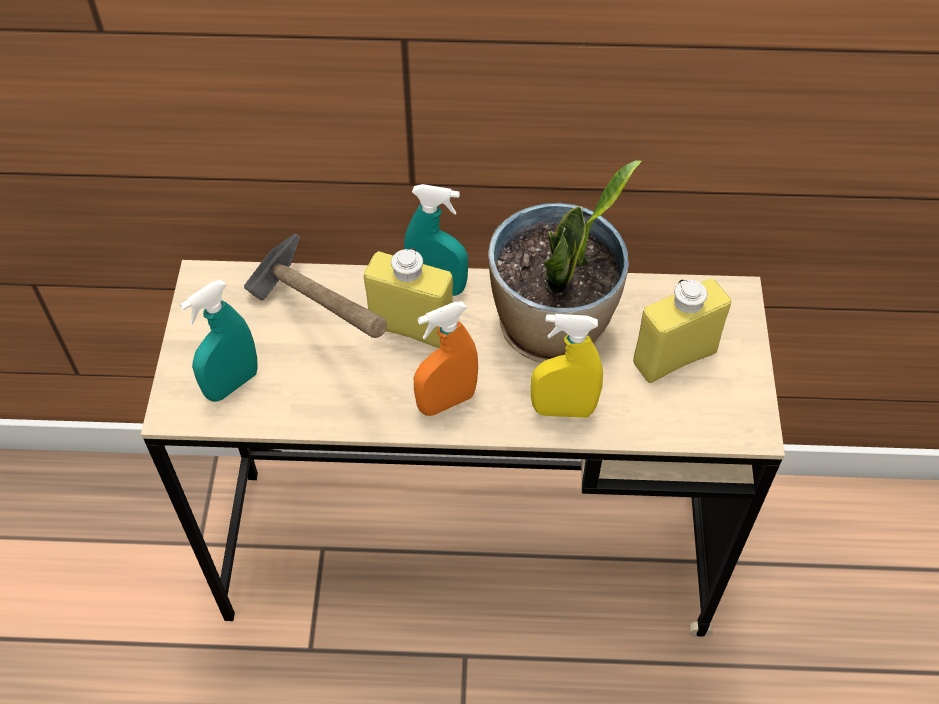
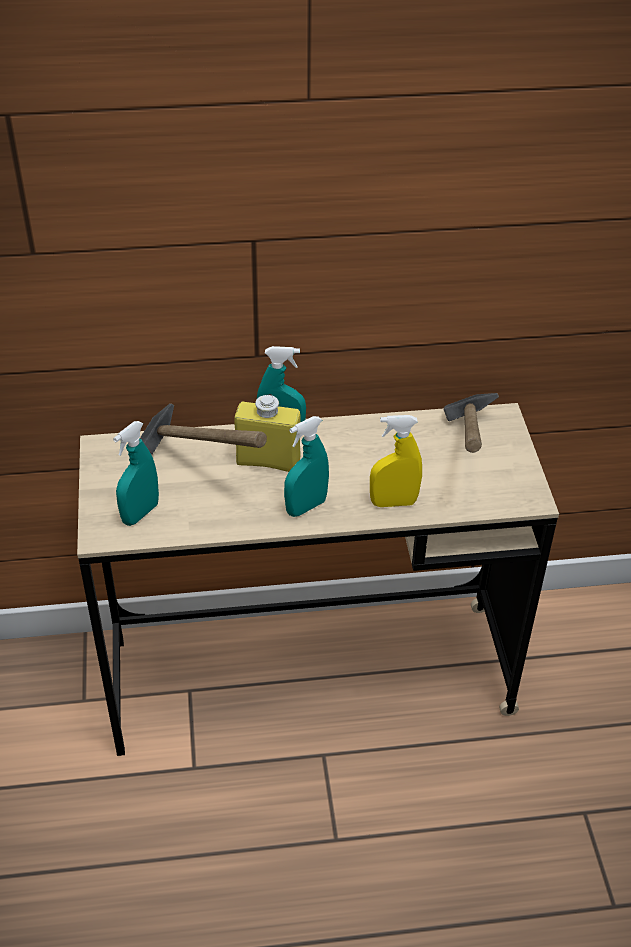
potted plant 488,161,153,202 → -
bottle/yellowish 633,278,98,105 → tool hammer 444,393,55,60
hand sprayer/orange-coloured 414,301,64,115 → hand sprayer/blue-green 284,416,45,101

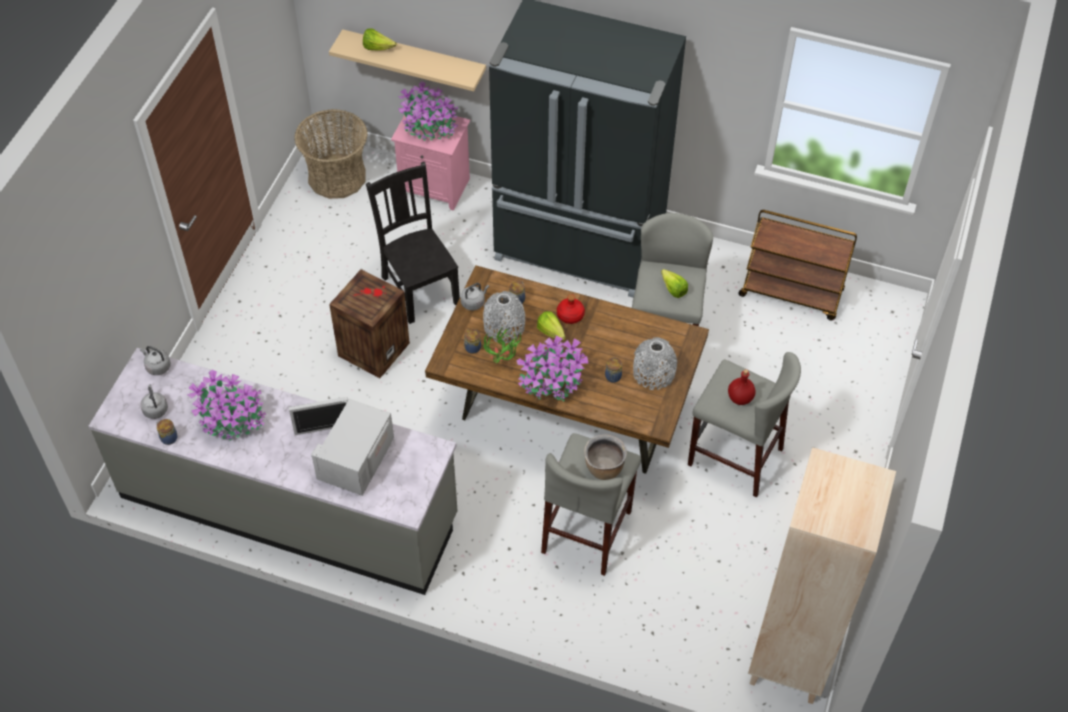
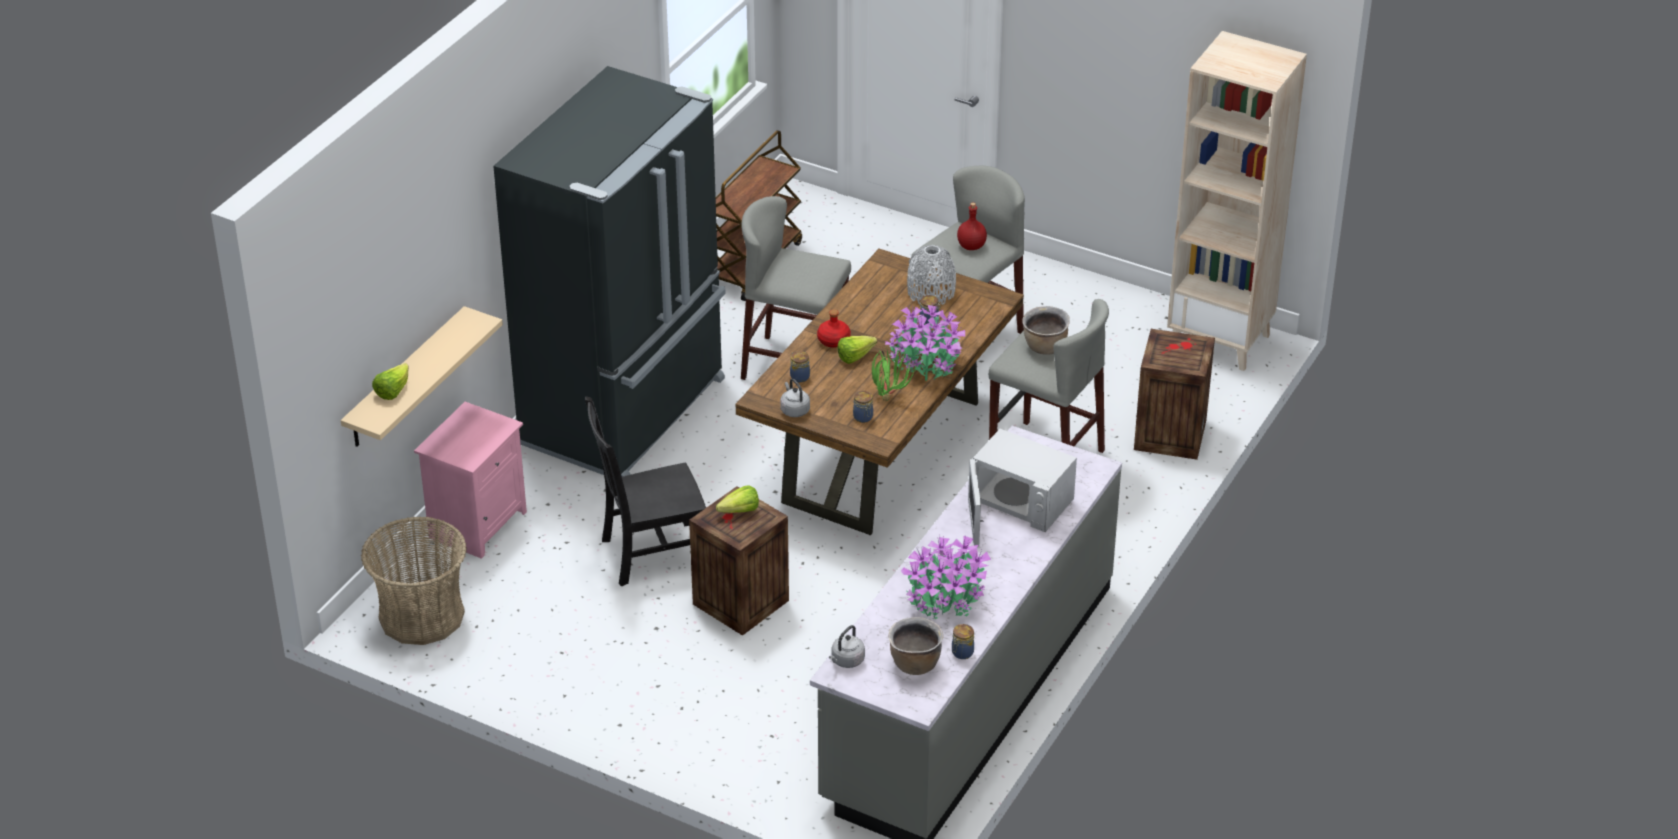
potted plant 398,81,60,60 → -
lettuce head 661,269,27,29 → lettuce head 716,485,43,28, moved
vase/gray 483,291,42,52 → -
water kettle/gray 140,384,28,35 → saucepot/brown-coloured 888,617,55,58
- → shipping crate 1134,329,81,131

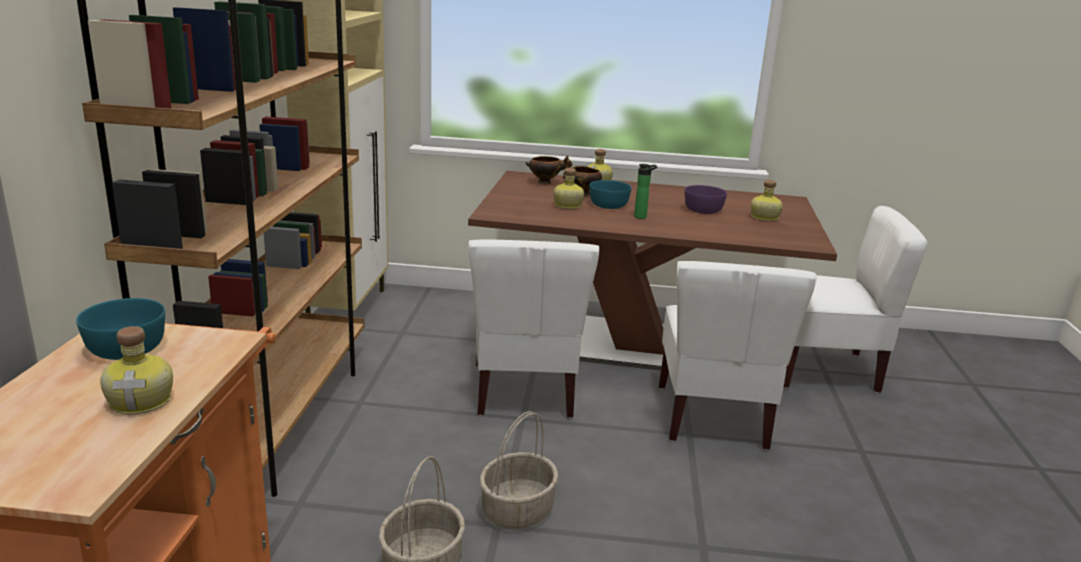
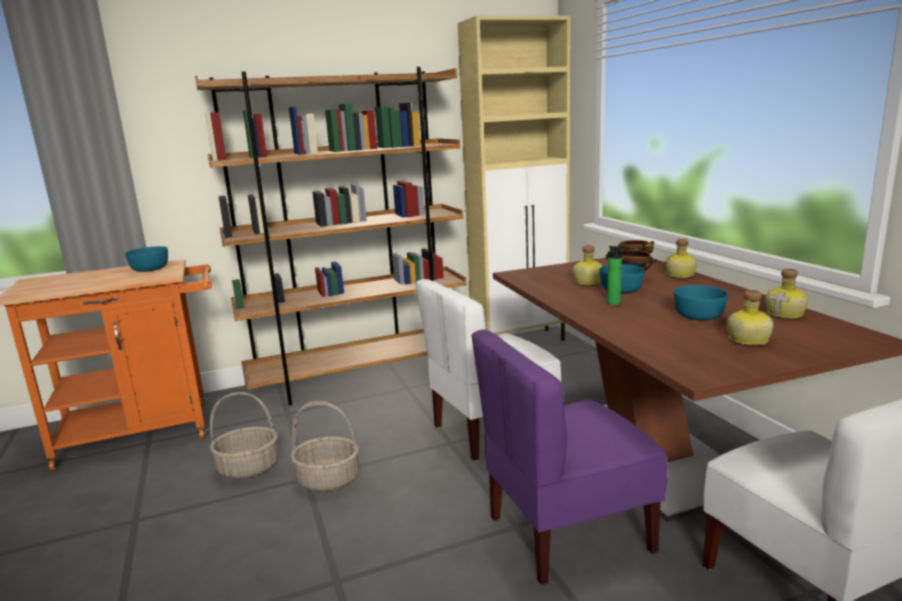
bowl/purplish 685,185,42,29 → bowl/blue-green 673,285,55,35
plain chair/whitish 659,261,158,189 → plain chair/purplish 472,330,195,255
bottle 100,326,73,89 → bottle 766,269,42,49, moved

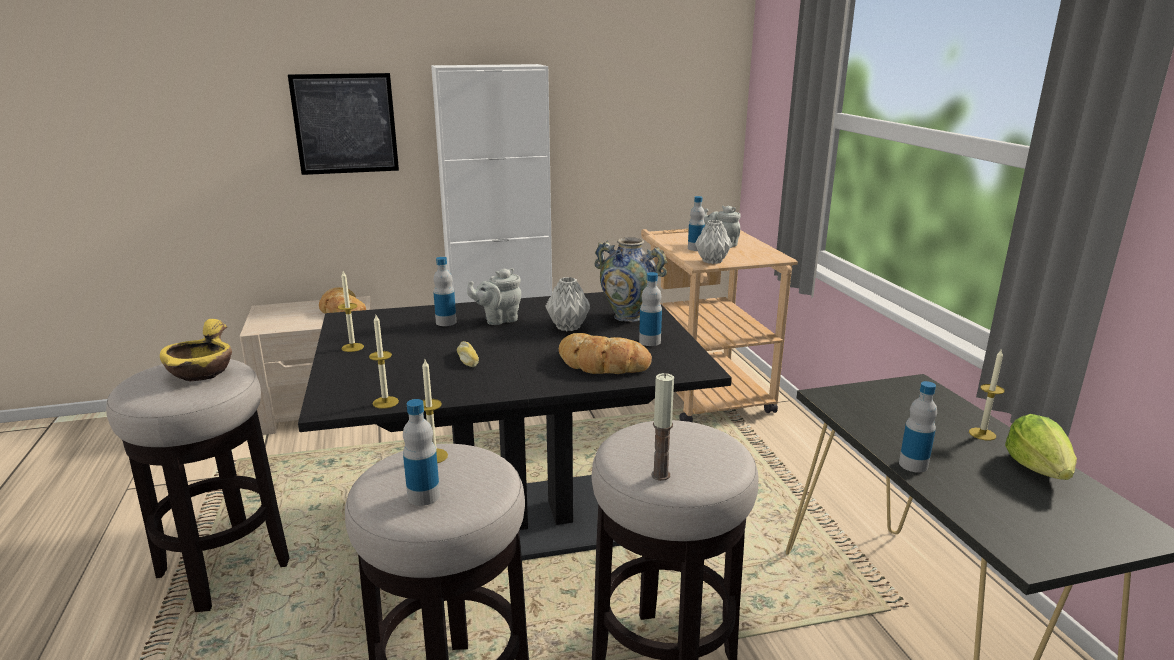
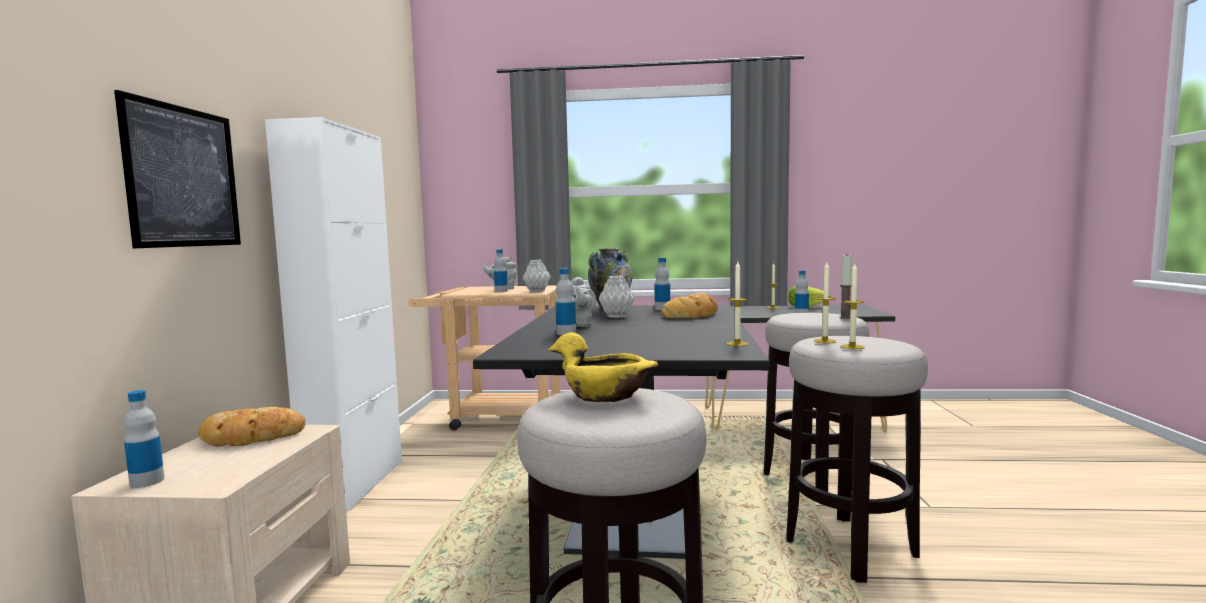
wax light 338,271,26,81 → wax light 840,264,25,85, moved
bakery bread 457,341,22,26 → -
bottle 403,399,37,107 → bottle 124,390,41,98, moved

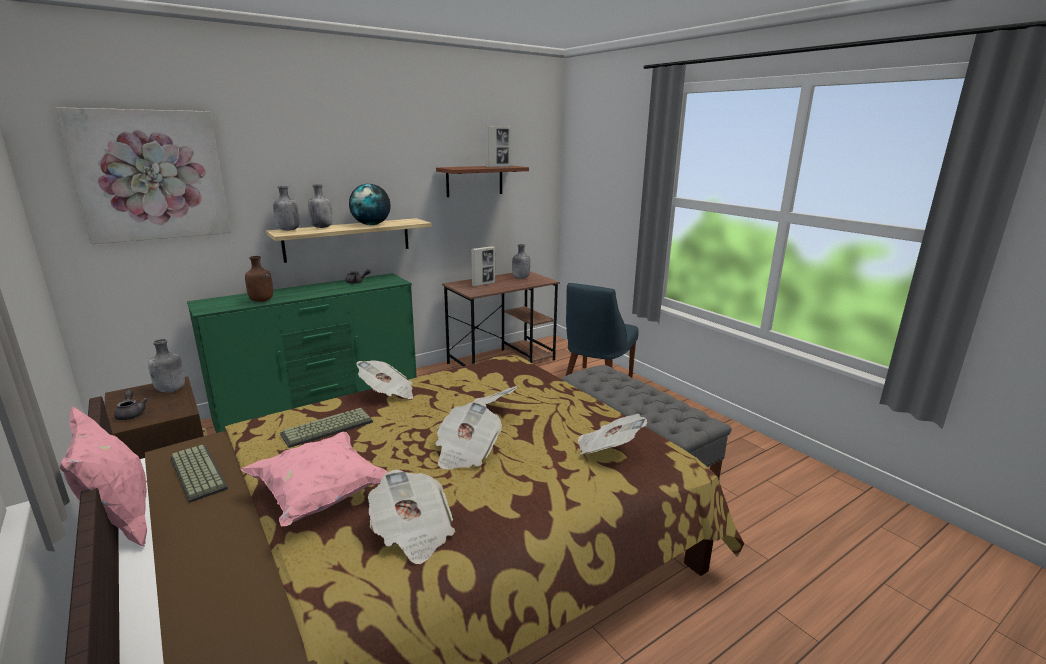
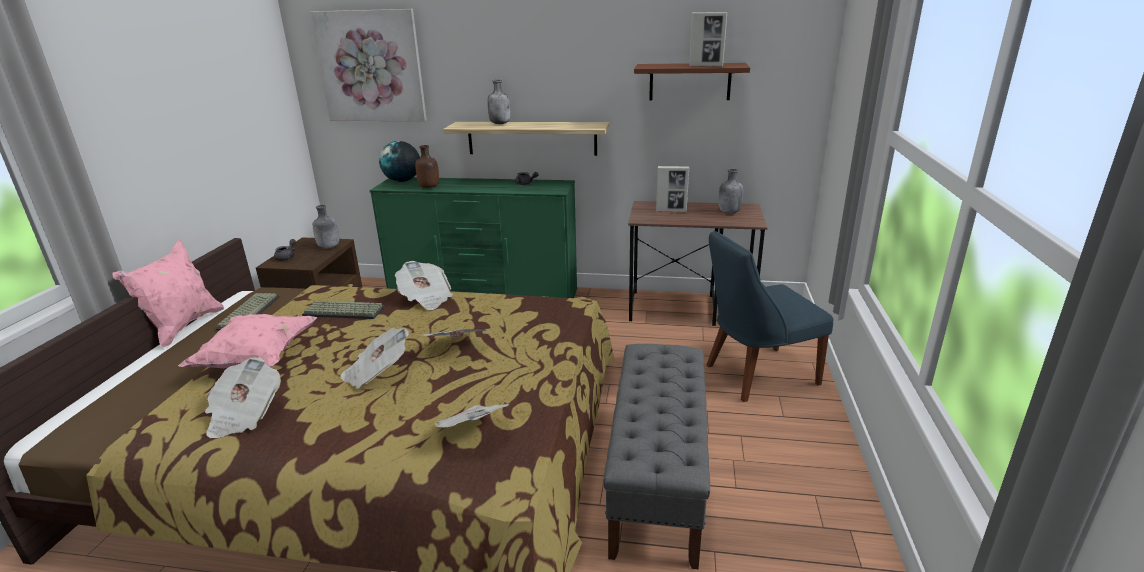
globe 349,184,42,41 → globe 379,141,41,41, moved
bottle/gray 273,186,27,45 → -

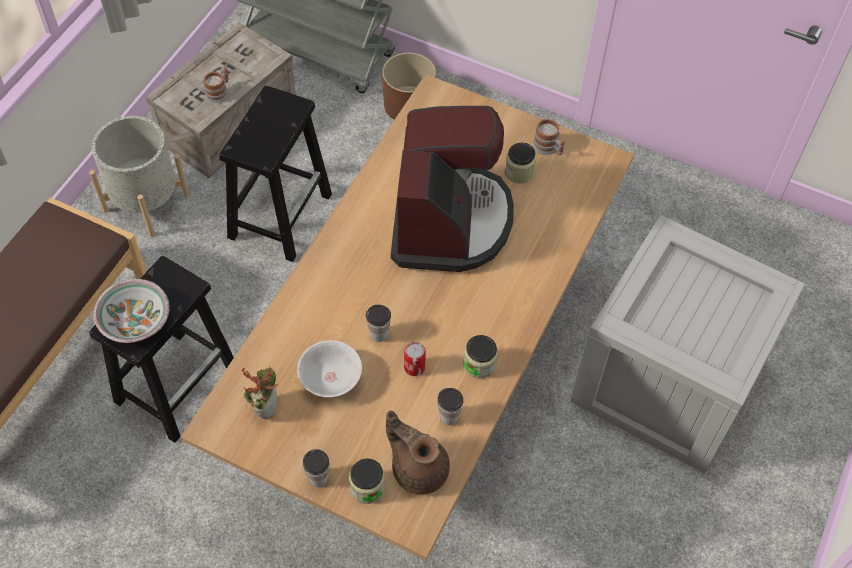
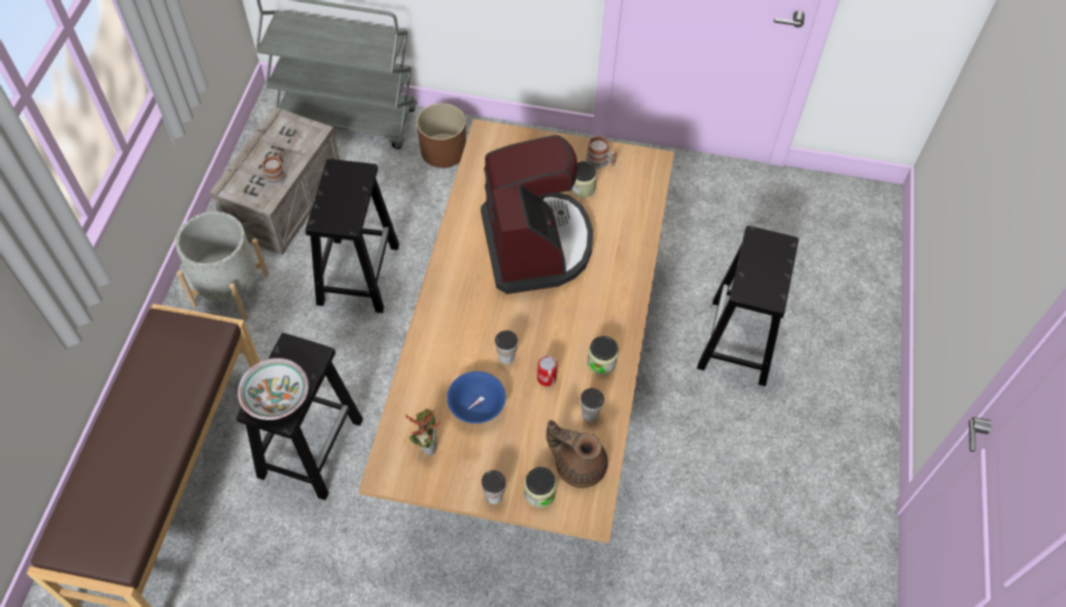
shipping crate 570,215,235,258 → stool/black 697,226,102,160
bowl/whitish 297,340,65,57 → bowl/blue-coloured 447,371,59,53

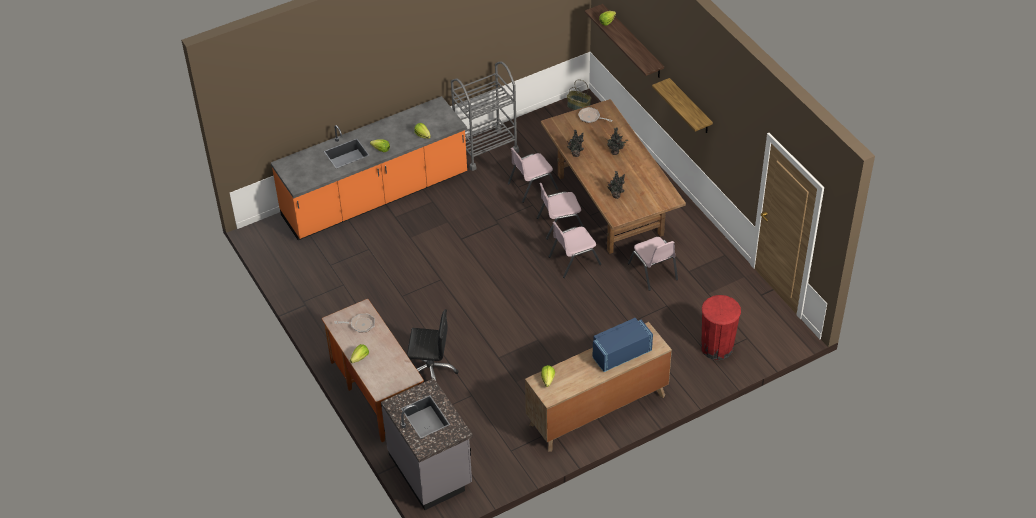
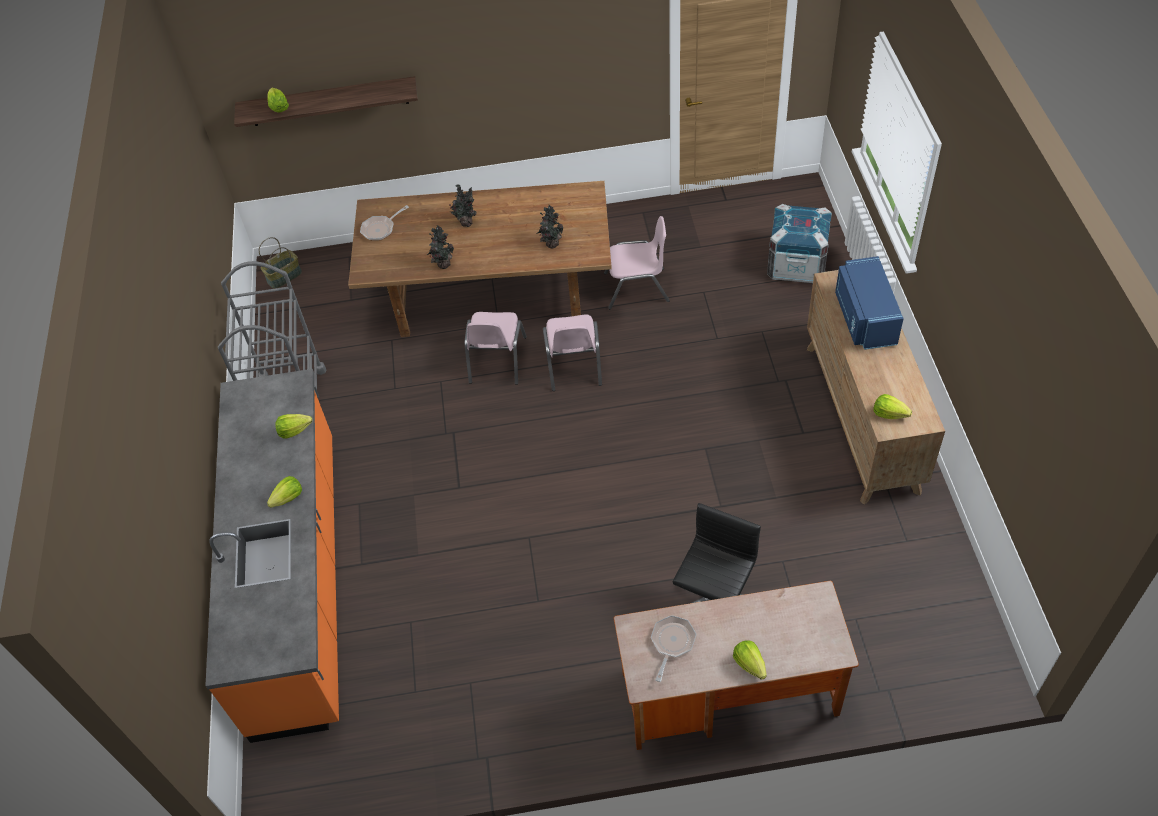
bracket shelf 652,78,61,55 → -
plain chair/pinkish 508,148,50,55 → -
waste bin/red-coloured 701,295,40,65 → shipping crate 767,204,65,80
kitchen base unit/gray 381,378,92,132 → -

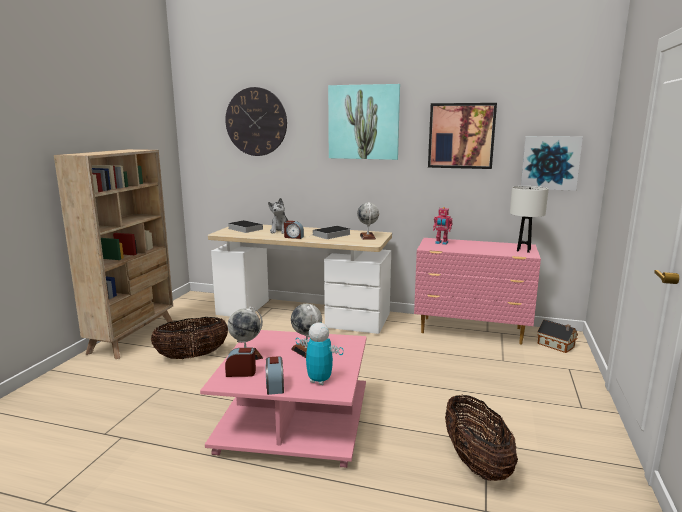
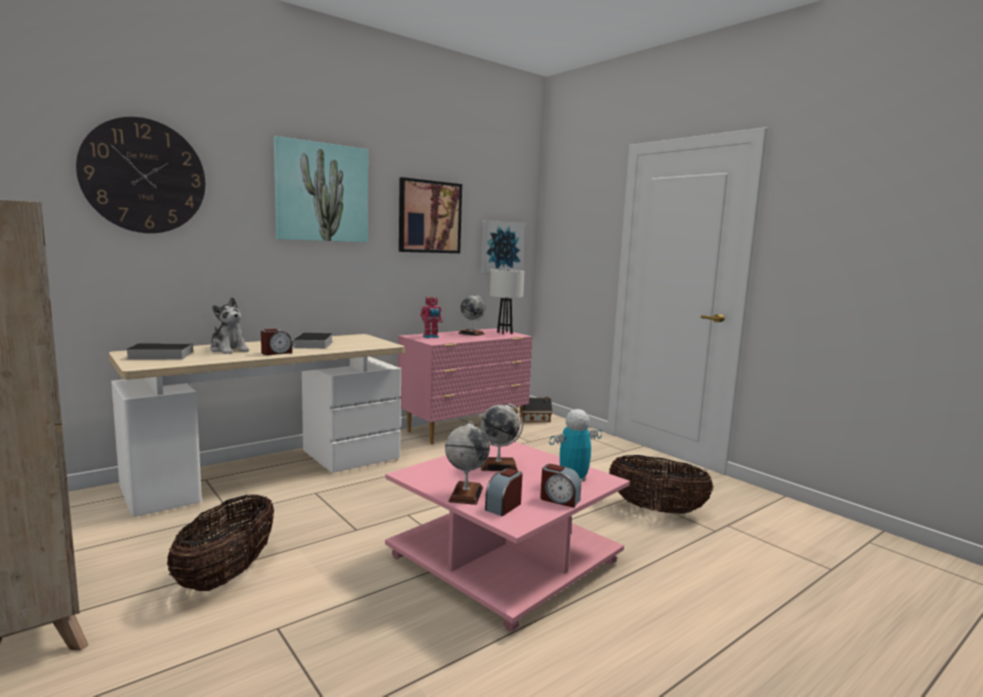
globe 357,202,22,38 → globe 458,295,27,41, moved

